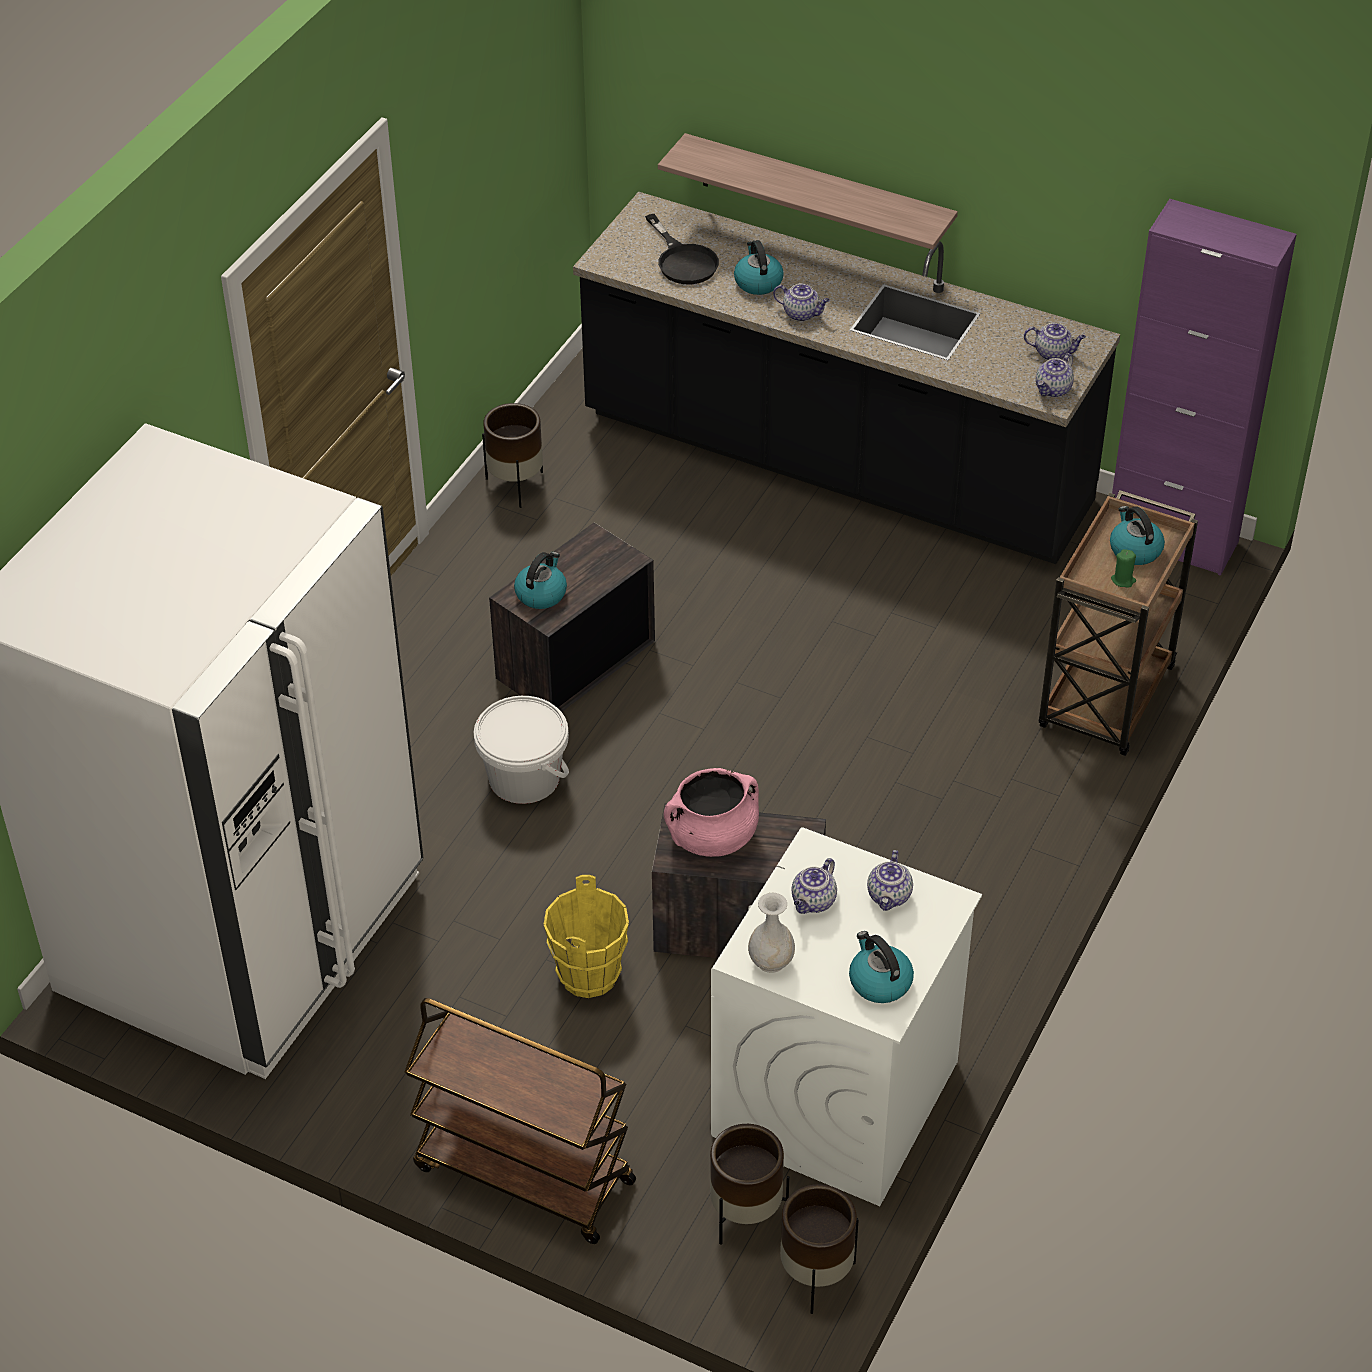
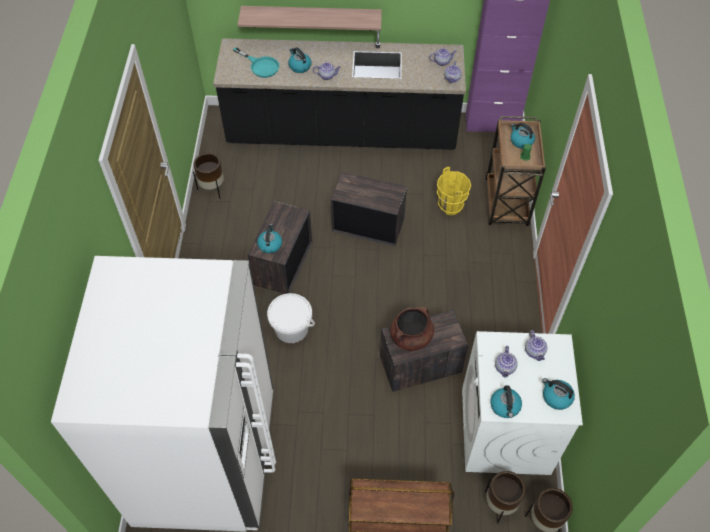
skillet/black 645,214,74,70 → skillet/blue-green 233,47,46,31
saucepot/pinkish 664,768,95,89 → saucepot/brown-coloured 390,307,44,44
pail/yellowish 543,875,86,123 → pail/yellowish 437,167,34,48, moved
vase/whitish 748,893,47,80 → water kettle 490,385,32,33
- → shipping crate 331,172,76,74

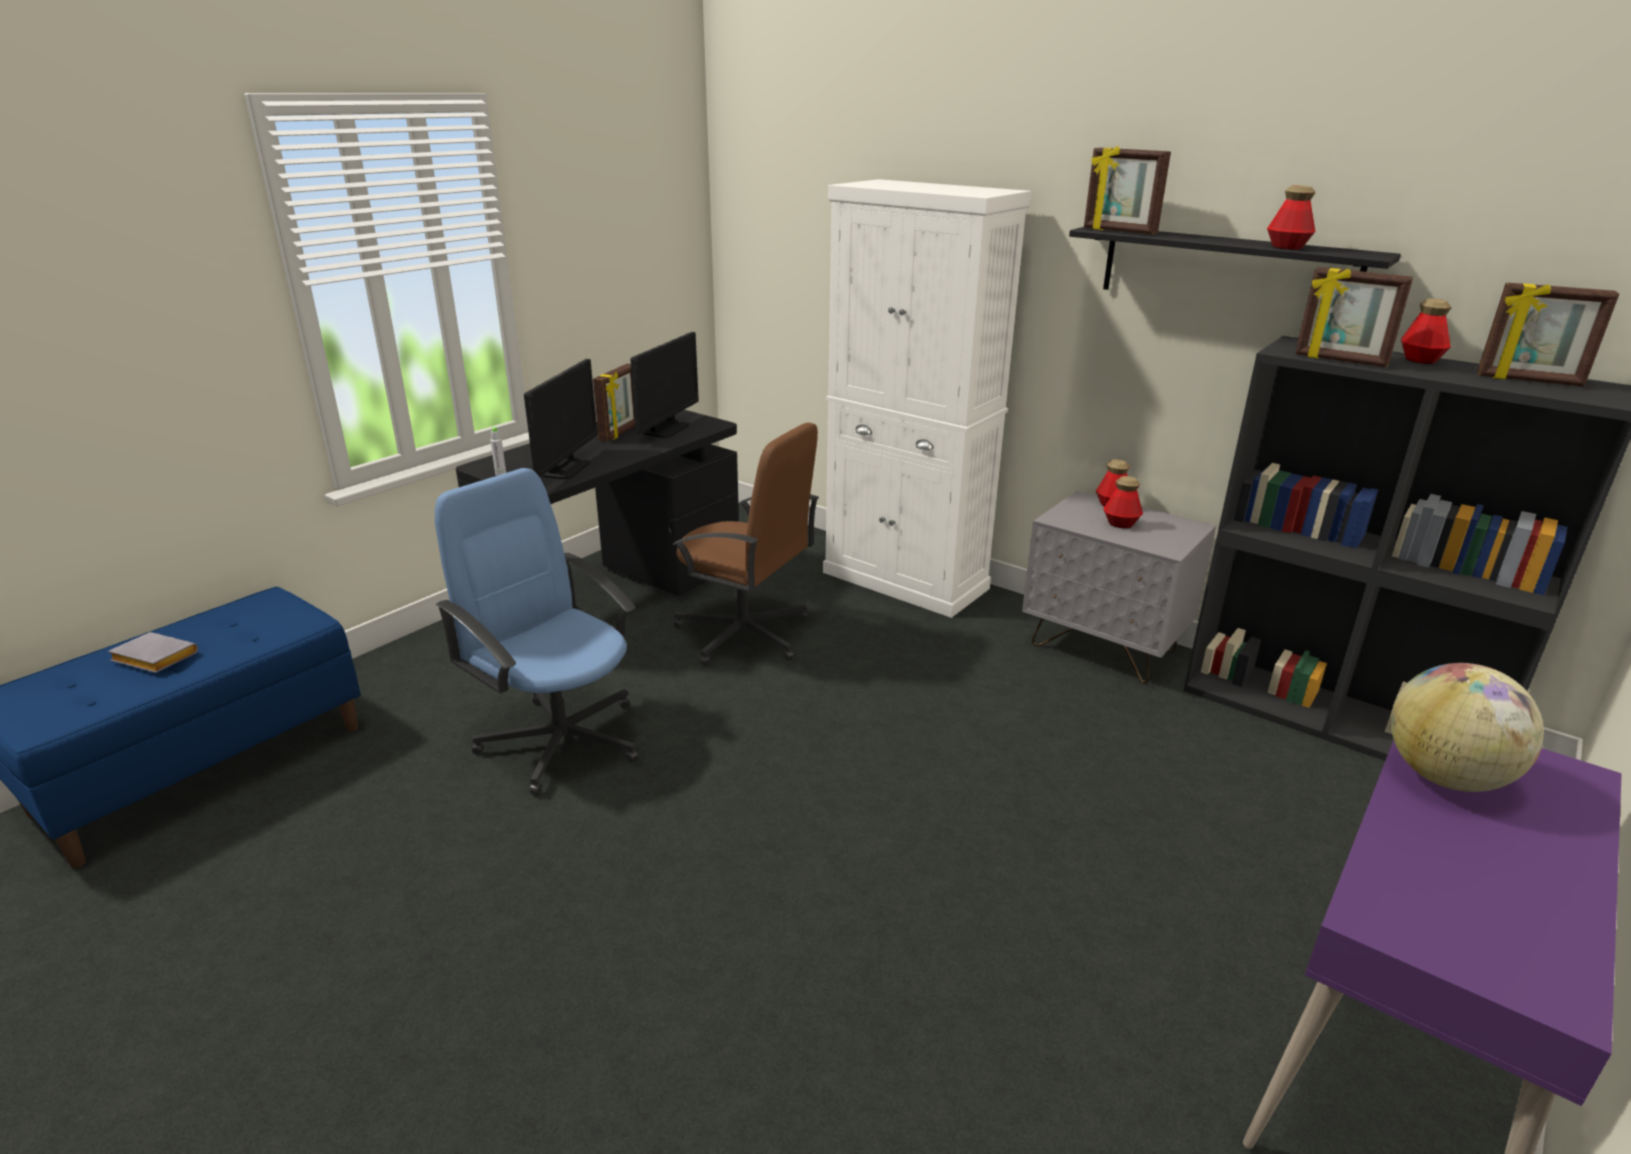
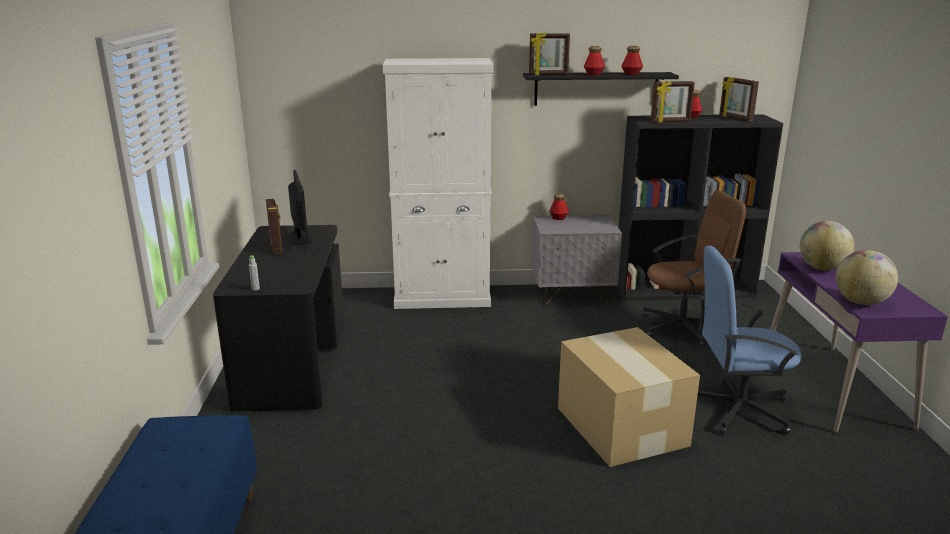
picture frame 1477,283,142,104 → picture frame 719,77,40,44, 75 degrees clockwise
computer screen 524,359,74,120 → -
desk chair/brown-coloured 673,423,146,243 → desk chair/brown-coloured 642,190,104,157, moved
desk chair/blue-coloured 435,468,202,328 → desk chair/blue-coloured 698,246,104,189, moved
bottle 1103,476,40,52 → bottle 584,46,21,30, moved
bound book/gray 108,632,90,41 → -
- → globe 836,250,62,55
- → packing box 558,327,142,140

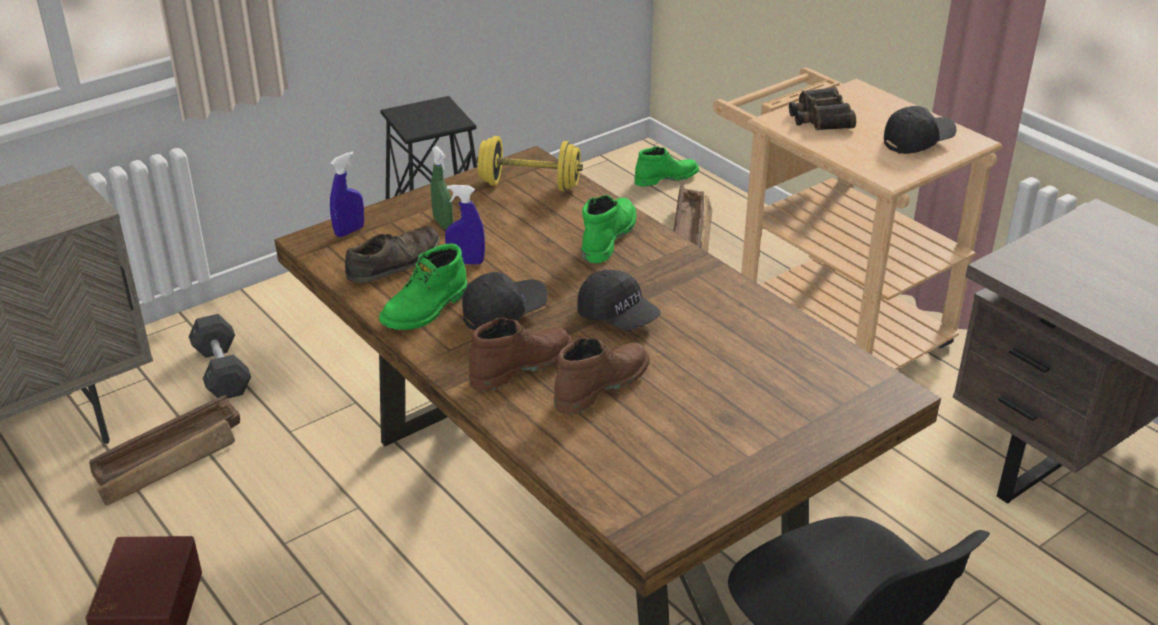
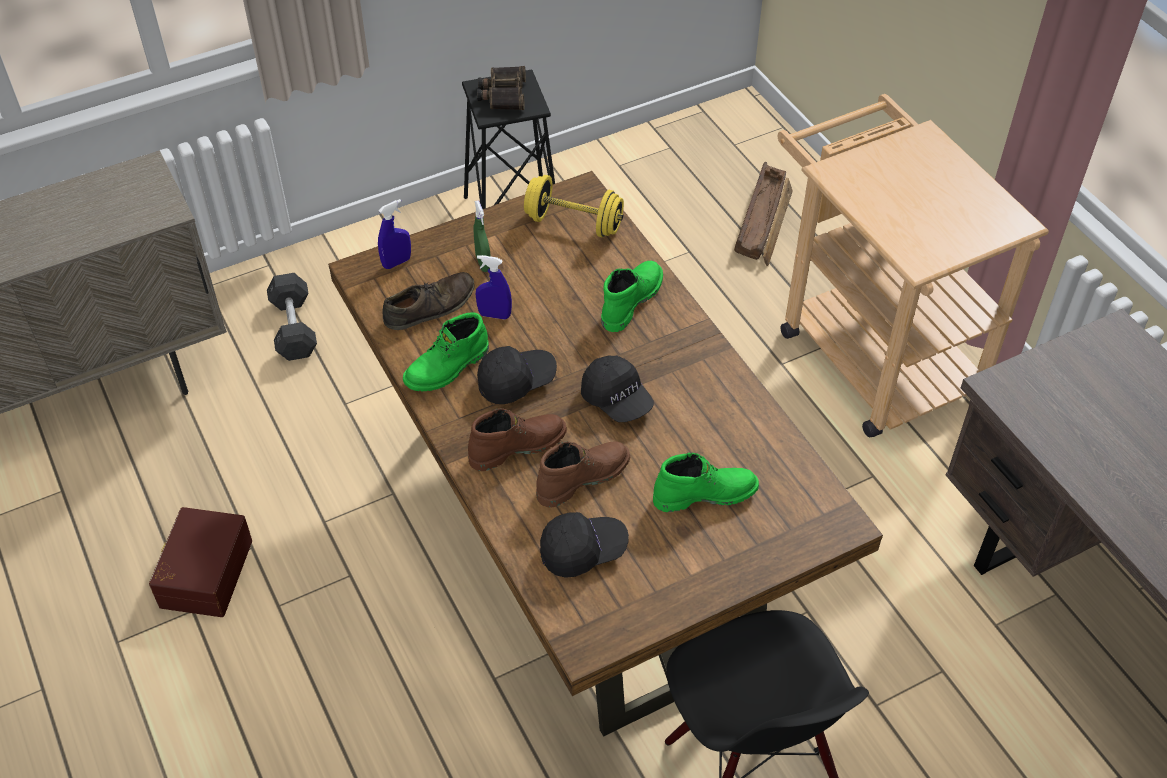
field glasses 789,87,67,43 → field glasses 477,66,49,44, moved
peaked cap/black 884,106,72,48 → peaked cap/black 540,512,89,66, moved
tall boot/green-coloured 635,146,64,41 → tall boot/green-coloured 653,453,106,59, moved
shipping crate 89,395,151,111 → -

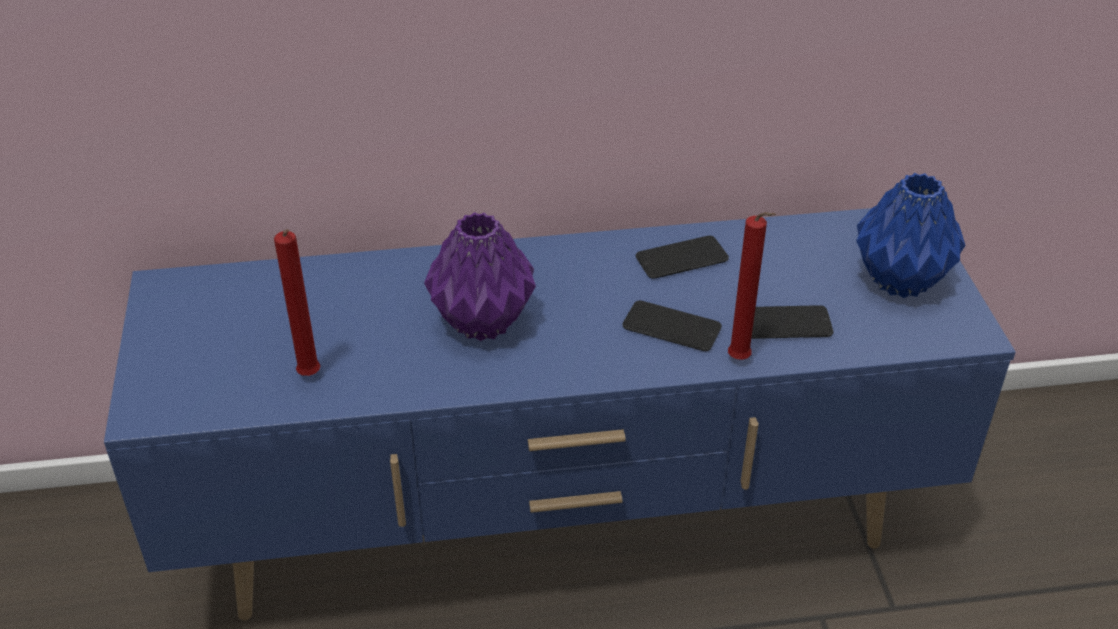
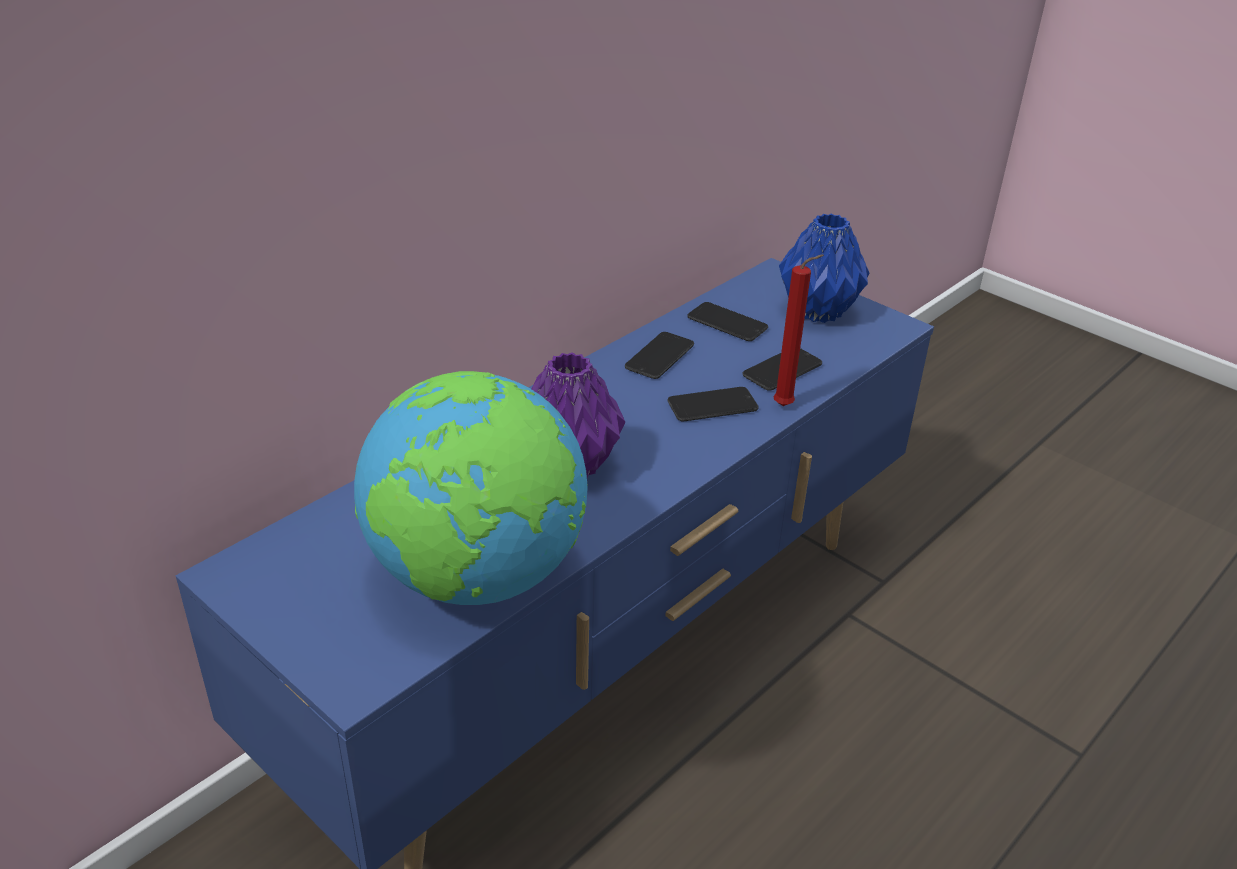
wax light/red-coloured 274,229,47,147 → globe 354,371,234,234
- → telephone 687,302,81,39

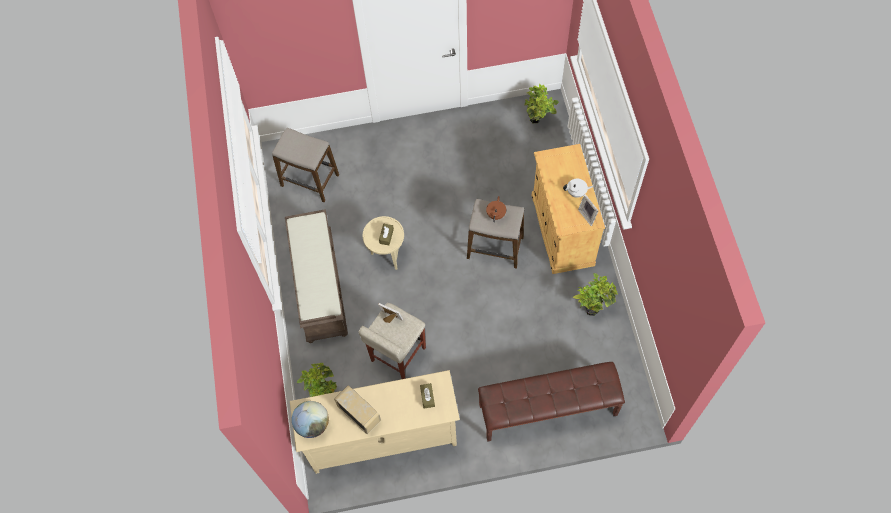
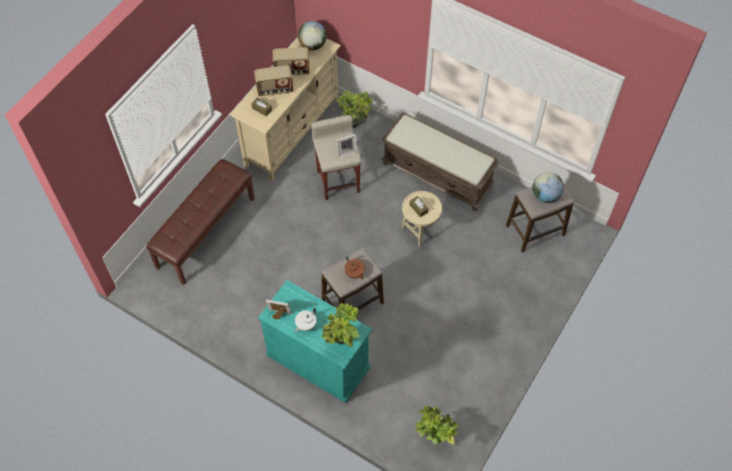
storage cabinet/beige-coloured 532,144,73,130 → storage cabinet/blue-green 258,280,114,123
potted plant 572,273,46,43 → potted plant 322,303,38,44, moved
- → radio 254,65,39,31
- → globe 532,172,32,31

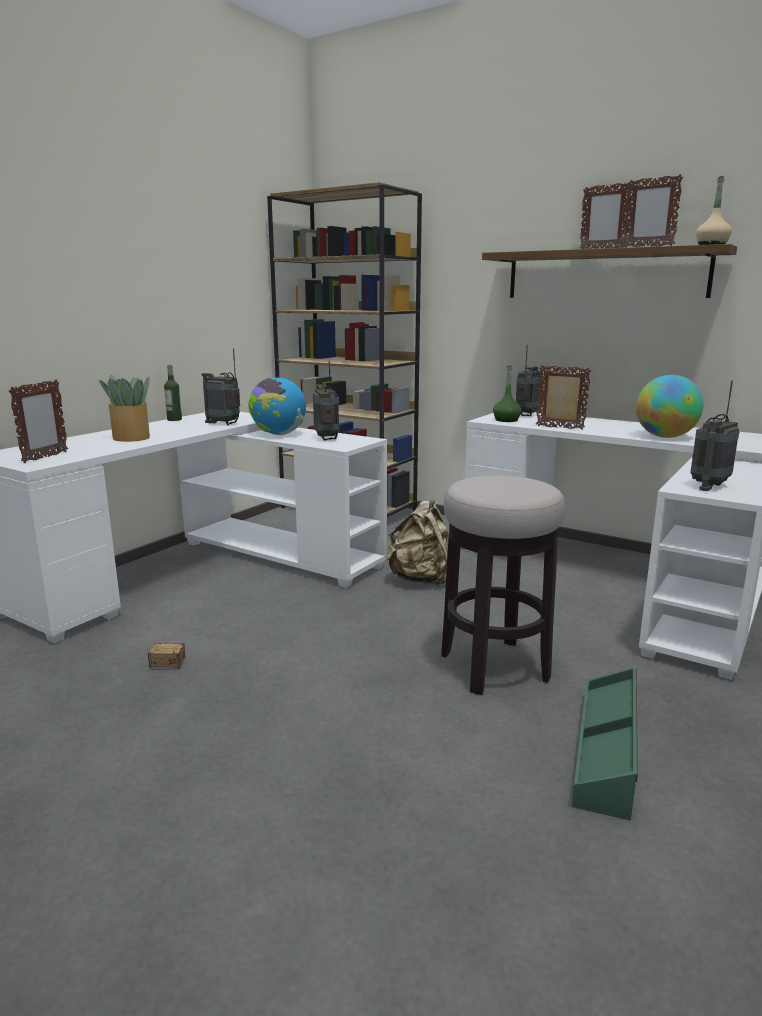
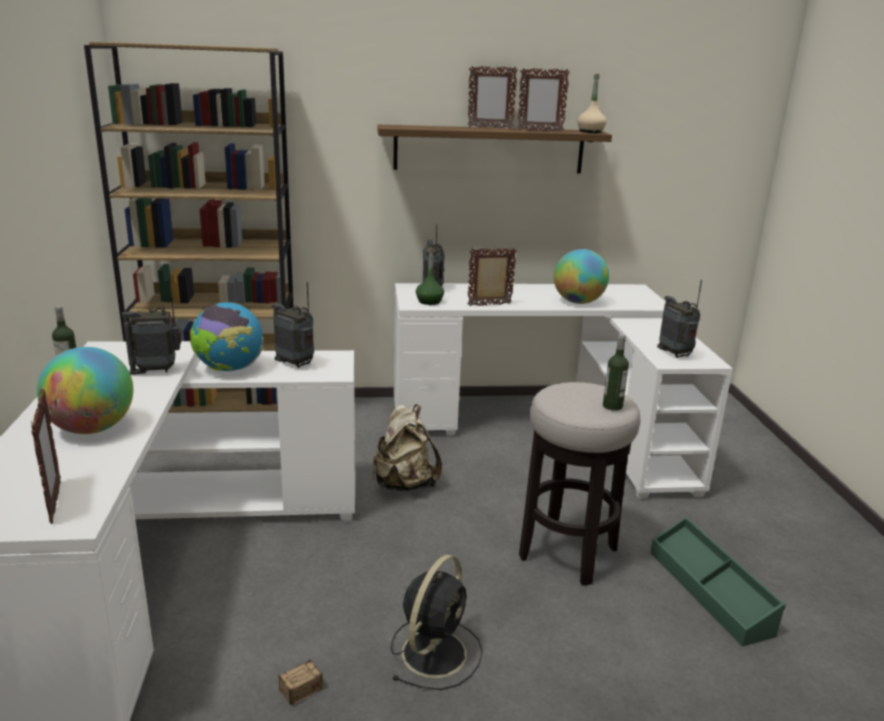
potted plant 99,375,51,67 → globe 37,347,96,87
radio 690,381,50,110 → radio 657,280,45,78, 150 degrees clockwise
- → bottle 603,334,26,77
- → electric fan/black 391,555,92,135

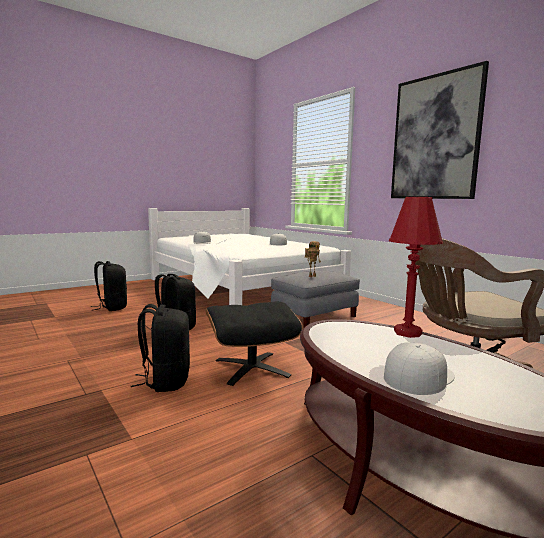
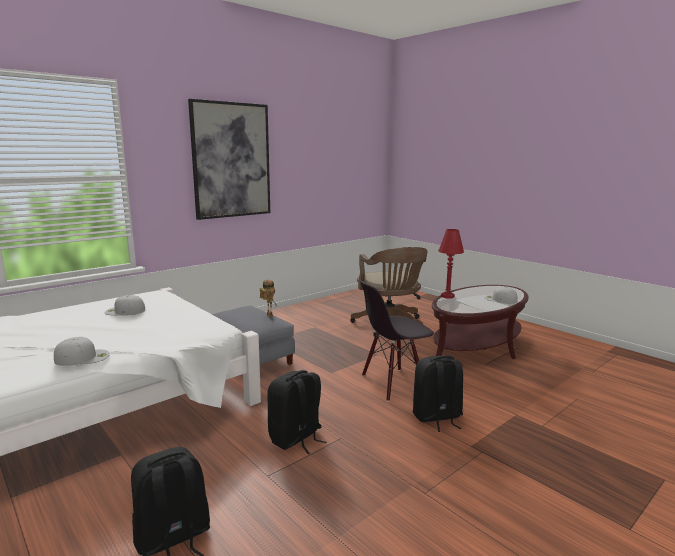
ottoman/black 205,301,98,85 → plain chair/black 360,281,74,121

